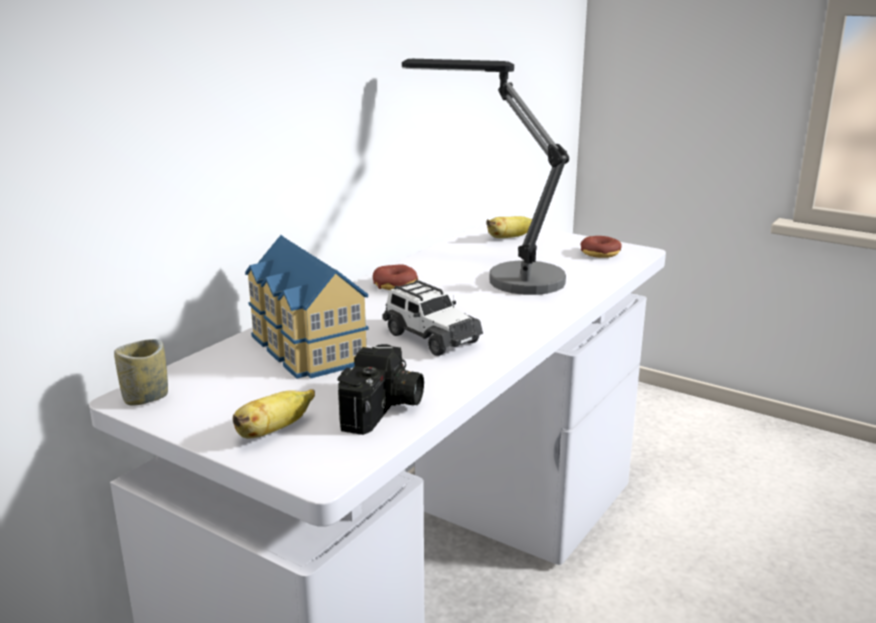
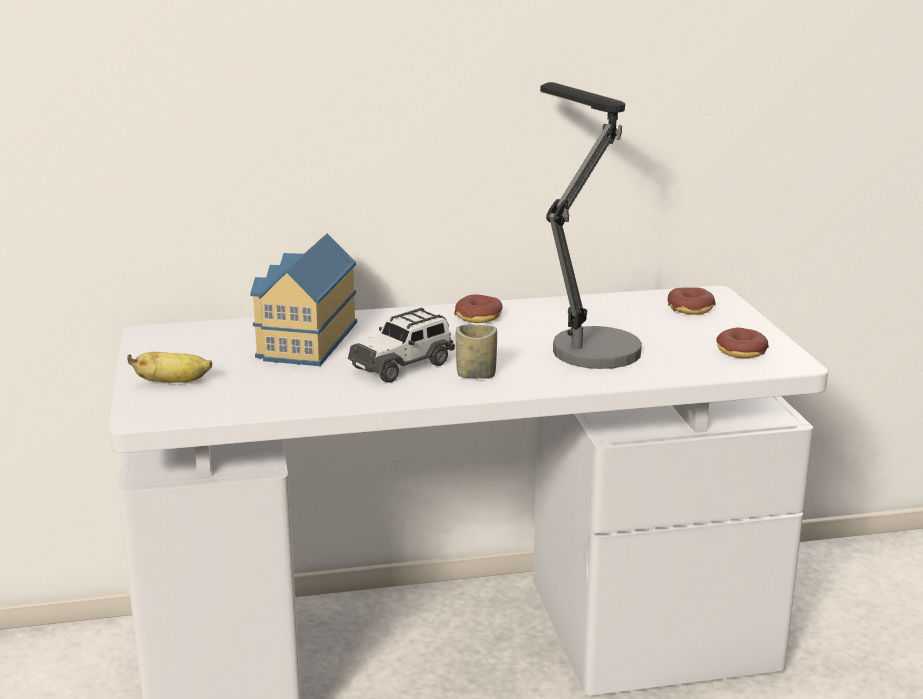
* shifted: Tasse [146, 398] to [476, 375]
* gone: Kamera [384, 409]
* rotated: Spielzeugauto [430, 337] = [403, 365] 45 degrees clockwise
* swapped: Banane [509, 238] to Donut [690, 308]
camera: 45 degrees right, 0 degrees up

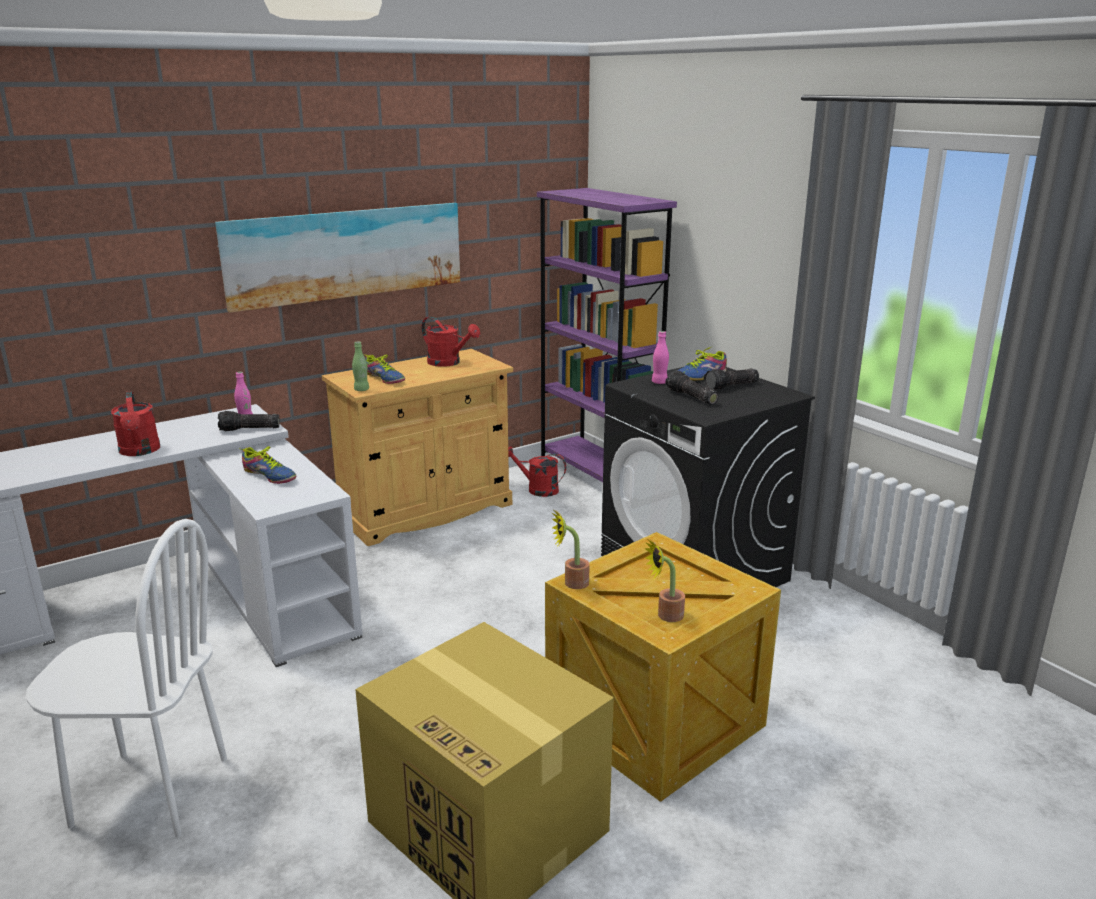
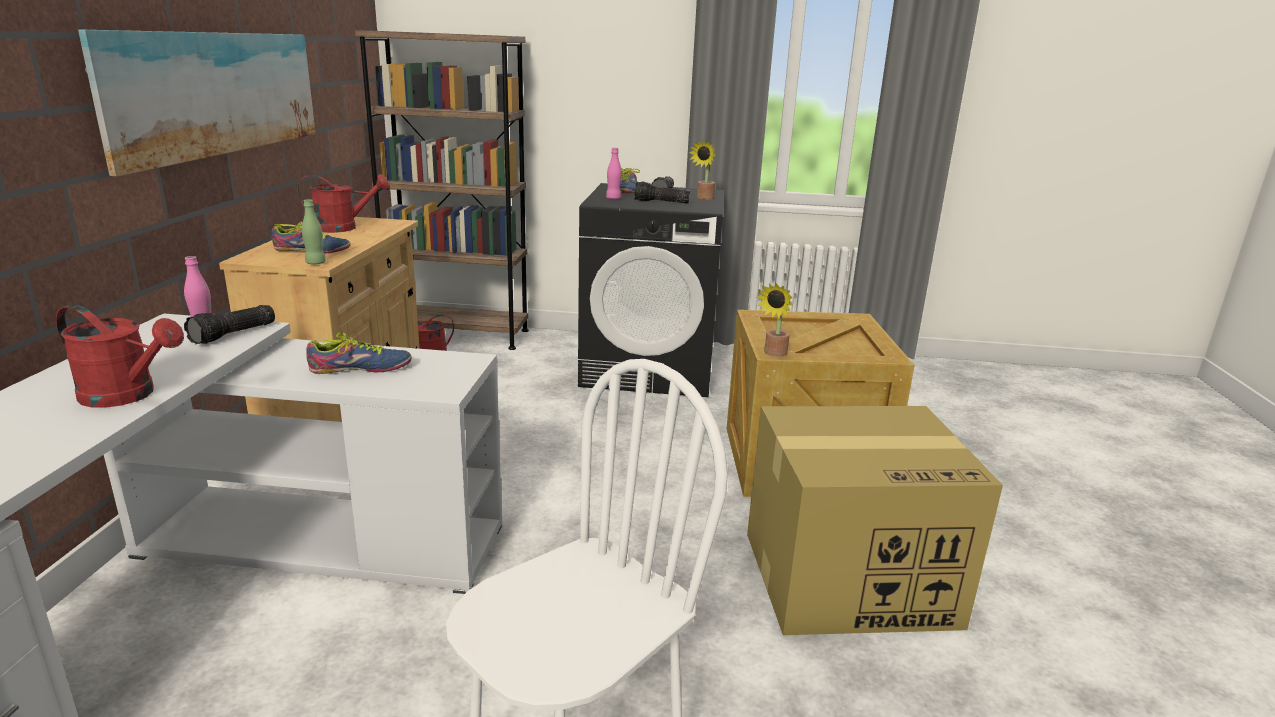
* repainted: Bücherregal (lila) [597, 477] to Bücherregal (braun) [458, 334]
* shifted: Topfpflanze [665, 616] to [703, 198]
camera: 50 degrees left, 0 degrees up

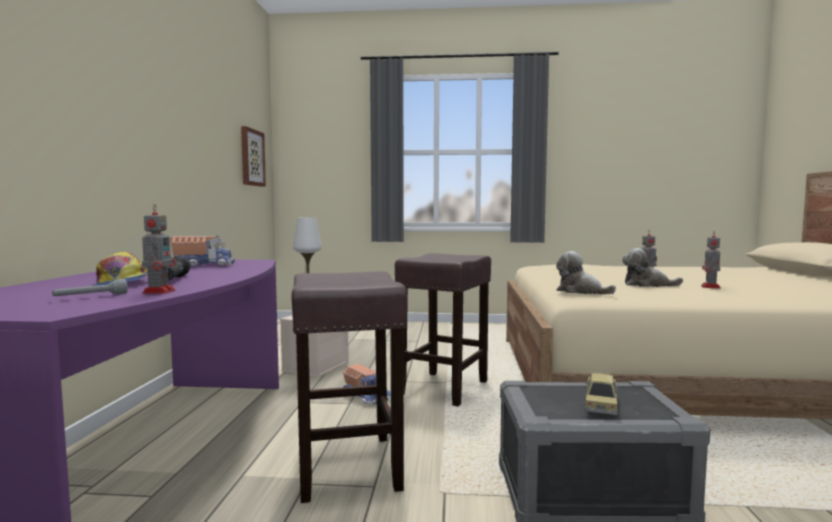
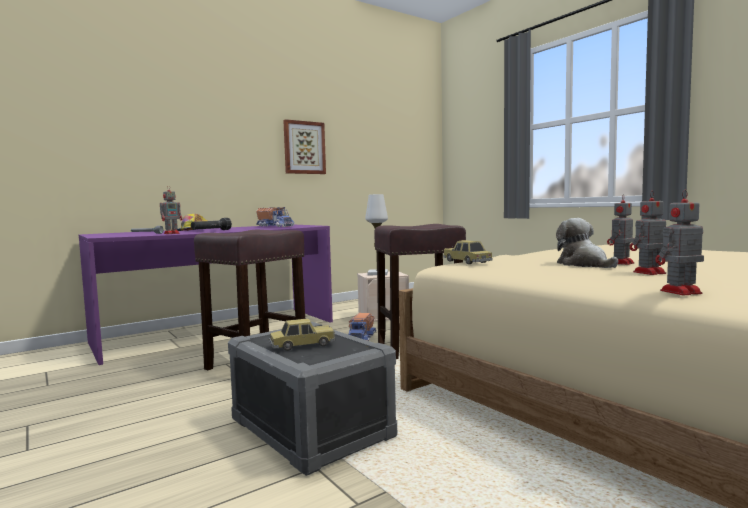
* shifted: Bild [251, 157] to [304, 147]
* swapped: Plüschtier [580, 291] to Spielzeugauto [467, 262]
* new: Spielzeugroboter [679, 292]
camera: 50 degrees right, 0 degrees up

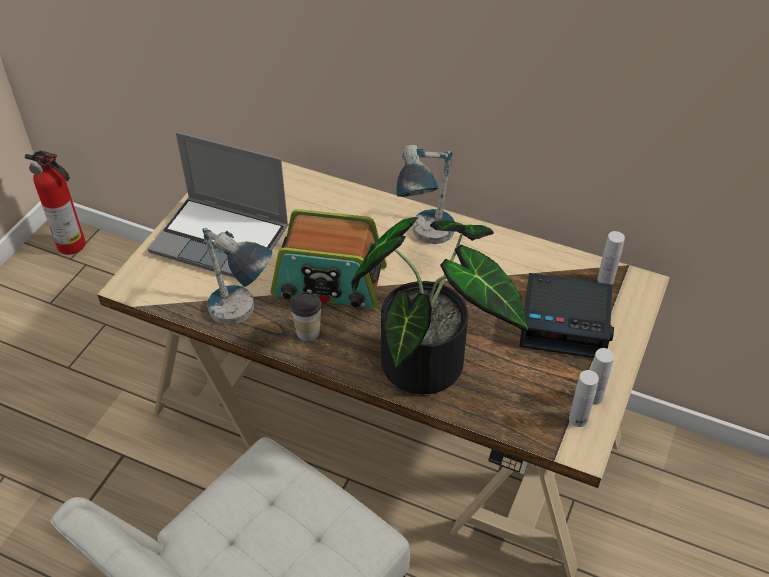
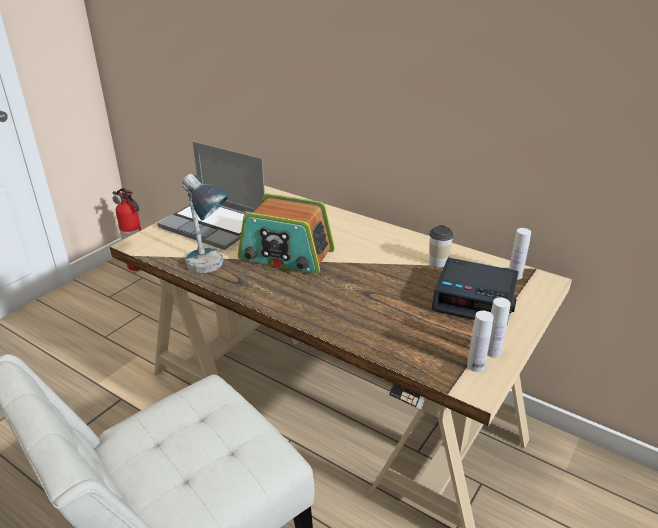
* shifted: Tasse [308, 332] to [438, 262]
* gone: Topfpflanze [431, 359]
* gone: Tischlampe [426, 241]
camera: 10 degrees right, 15 degrees down

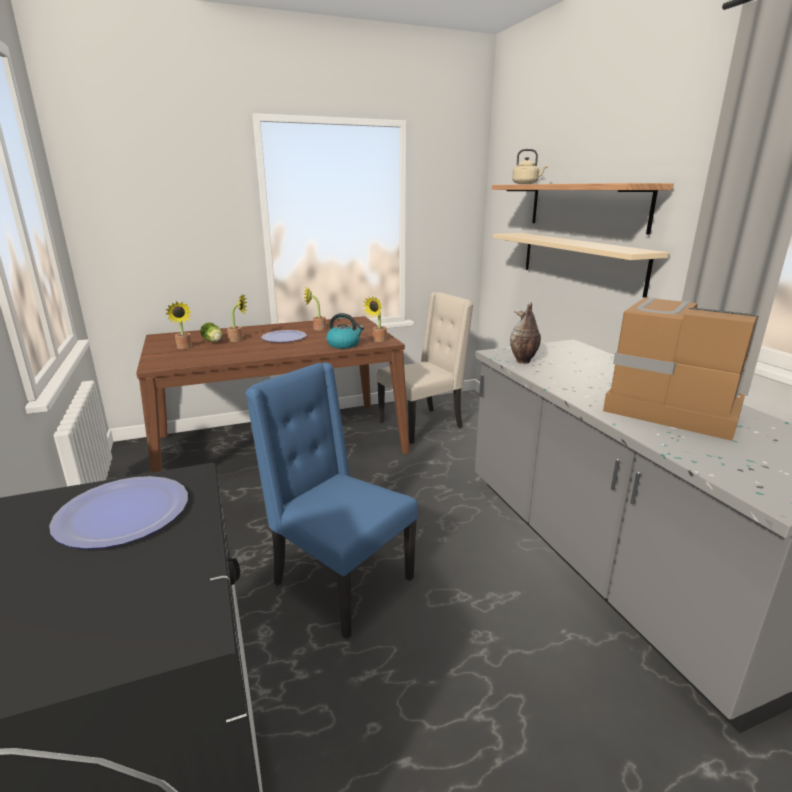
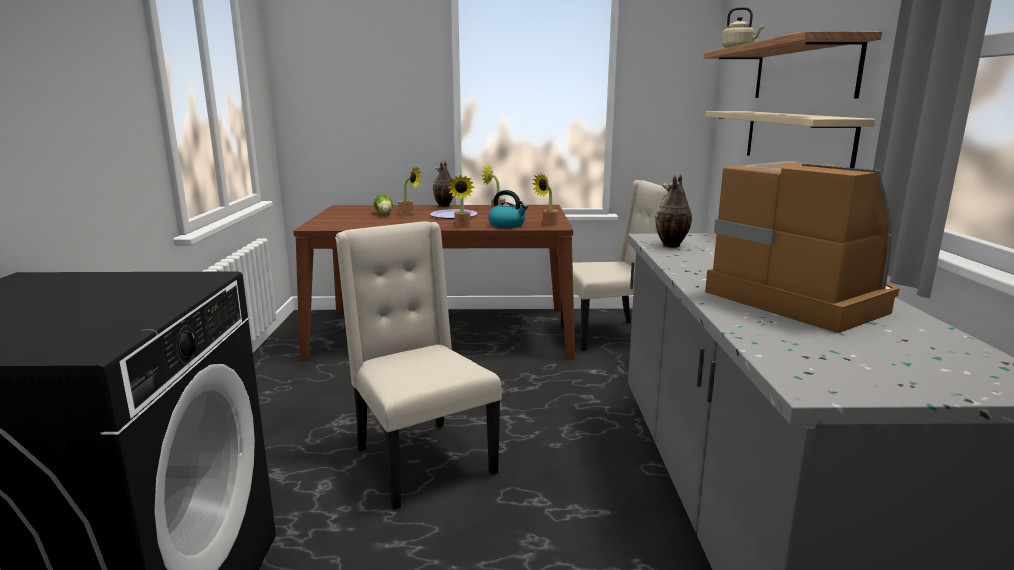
* gone: Teller [123, 513]
* shifted: Topfpflanze [184, 347] to [462, 227]
* repainted: Stuhl (blau) [339, 582] to Stuhl (beige) [421, 460]
* new: Vase [443, 206]
camera: 20 degrees right, 5 degrees down

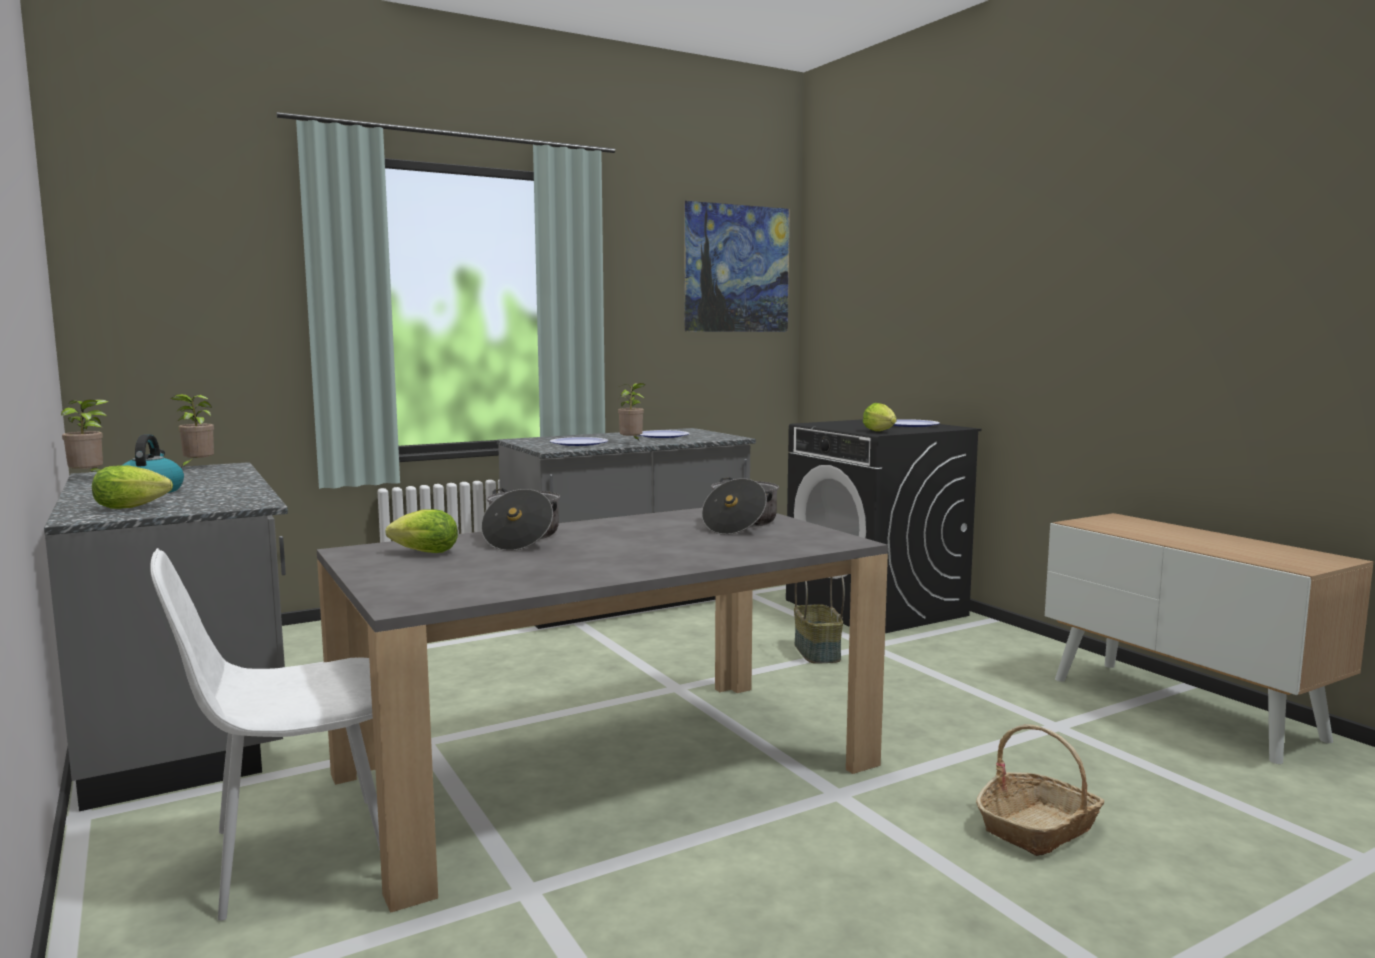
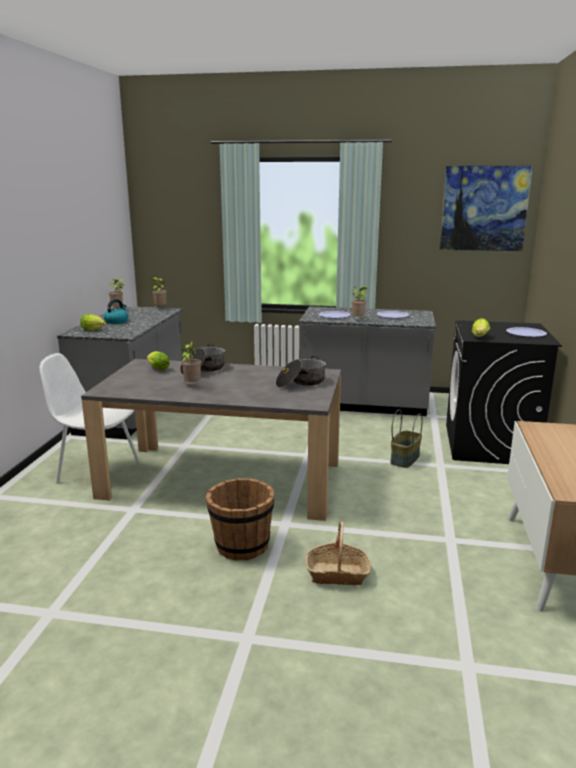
* new: Topfpflanze [192, 385]
* new: Eimer (braun) [241, 545]
camera: 40 degrees right, 10 degrees up

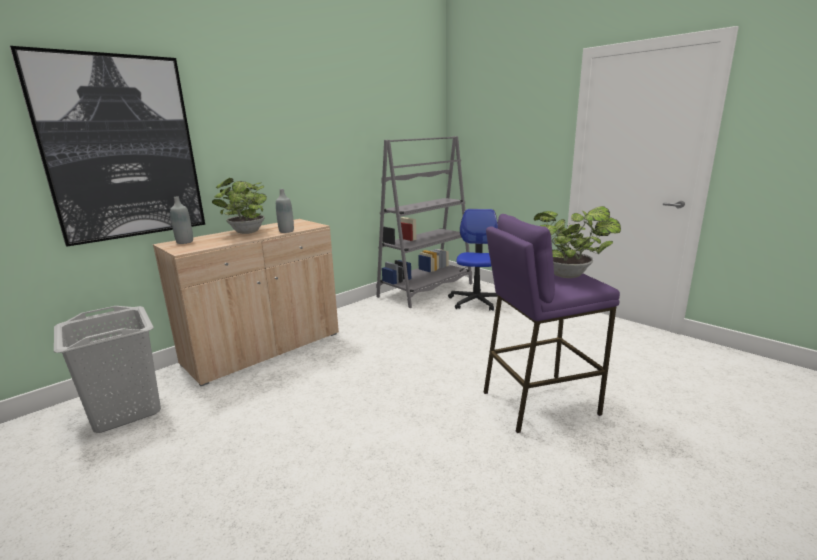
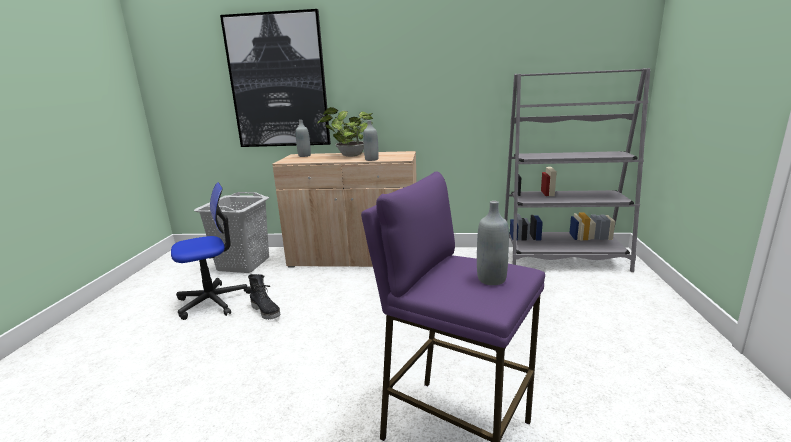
* shifted: Bürostuhl [476, 301] to [213, 301]
* swapped: Topfpflanze [570, 276] to Flasche (grau) [491, 279]
* new: Stiefel (schwarz) [266, 311]
camera: 50 degrees right, 0 degrees up

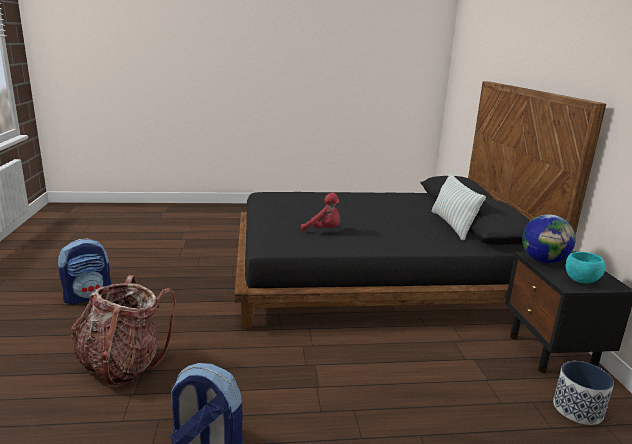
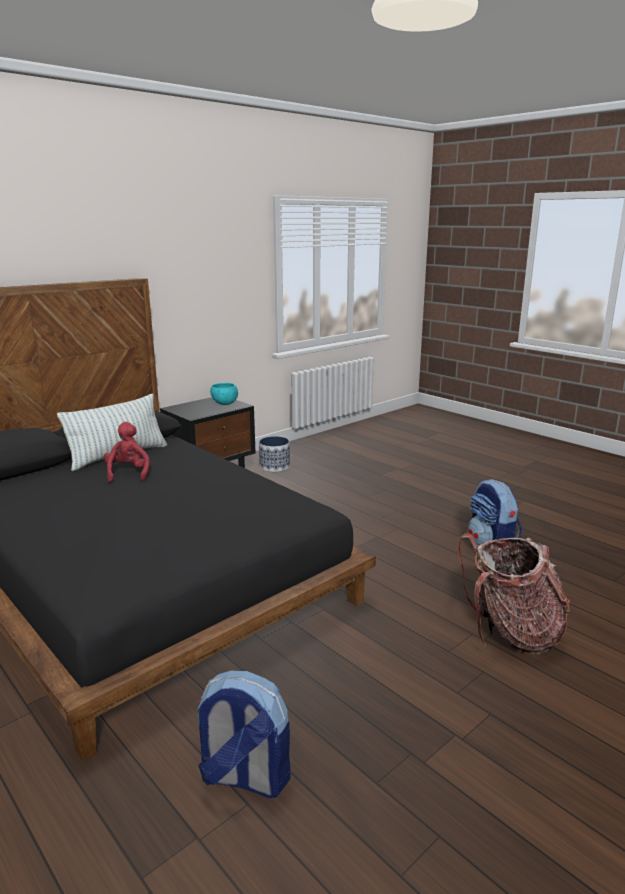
* shifted: Rucksack [88, 296] to [244, 777]
* shifted: Plüschtier (rot) [324, 231] to [128, 473]
* gone: Globus [543, 260]
camera: 125 degrees left, 0 degrees up

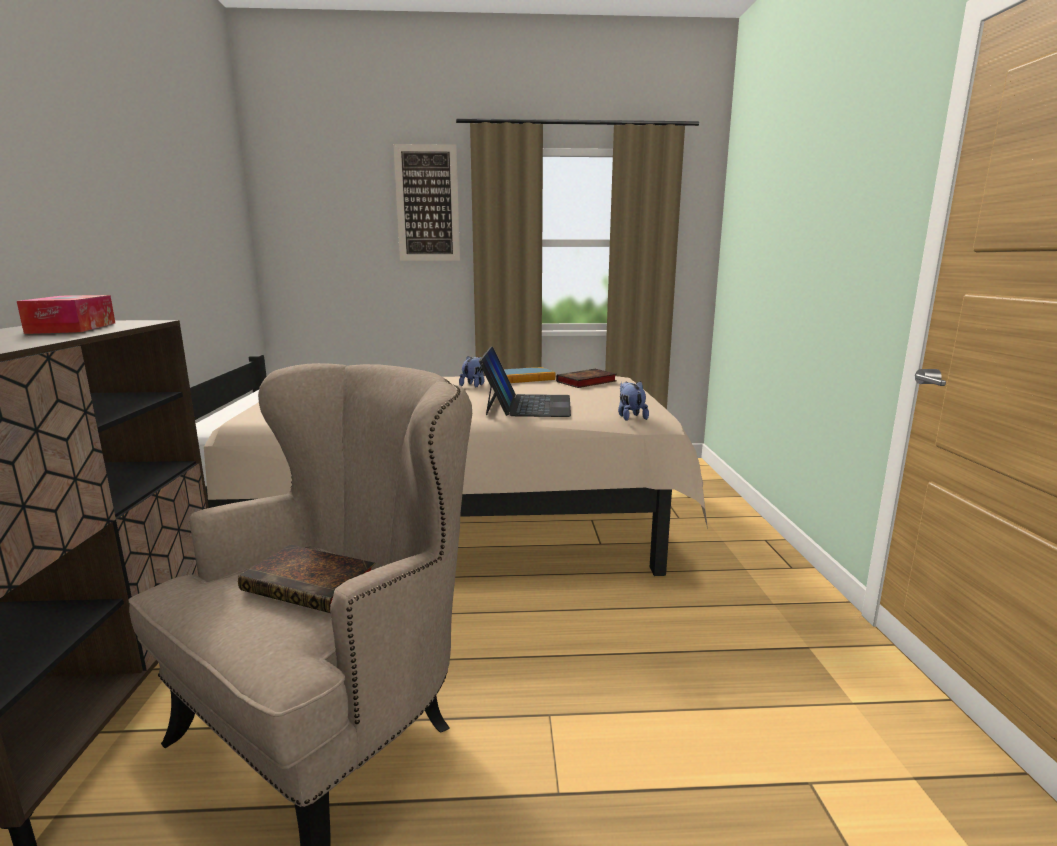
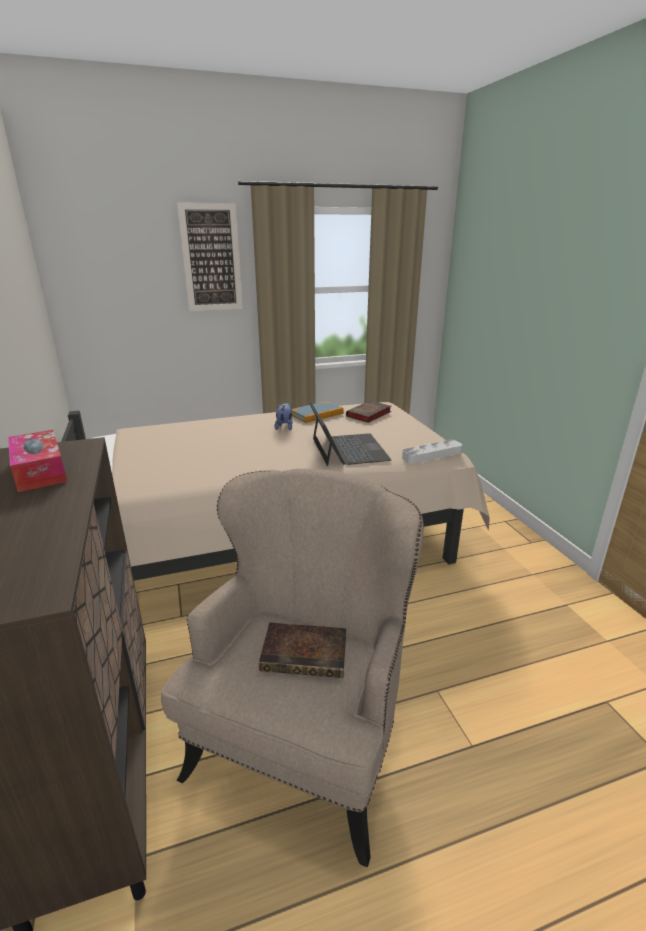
* swapped: Plüschtier [630, 417] to Tablett (grau) [432, 455]
camera: 15 degrees left, 10 degrees up

